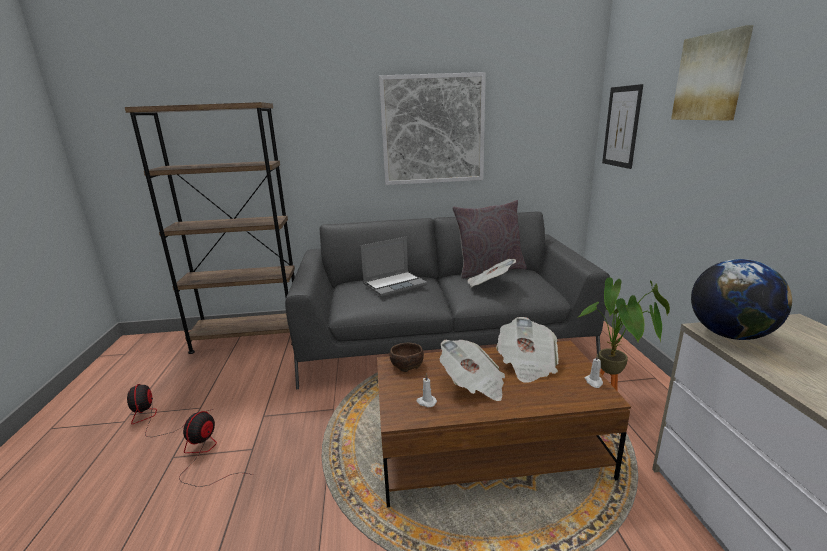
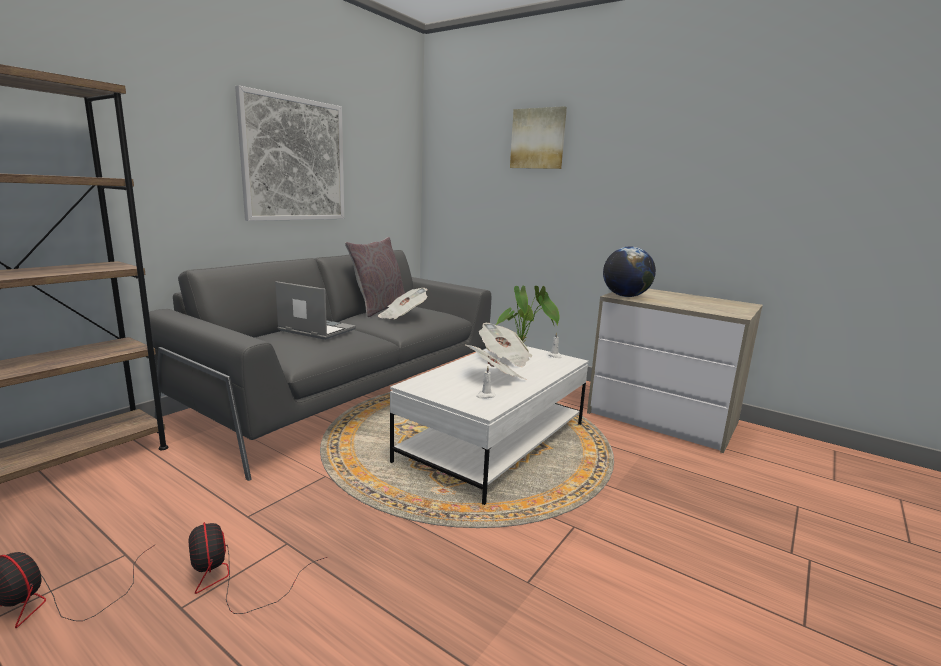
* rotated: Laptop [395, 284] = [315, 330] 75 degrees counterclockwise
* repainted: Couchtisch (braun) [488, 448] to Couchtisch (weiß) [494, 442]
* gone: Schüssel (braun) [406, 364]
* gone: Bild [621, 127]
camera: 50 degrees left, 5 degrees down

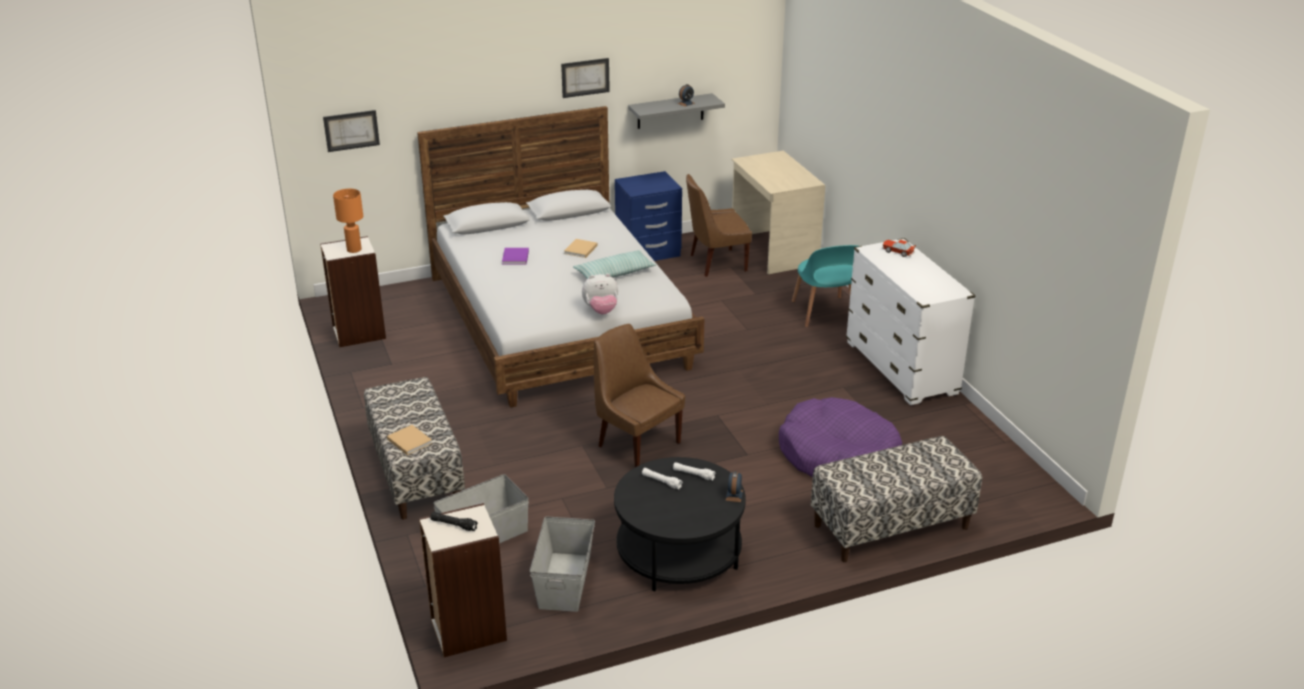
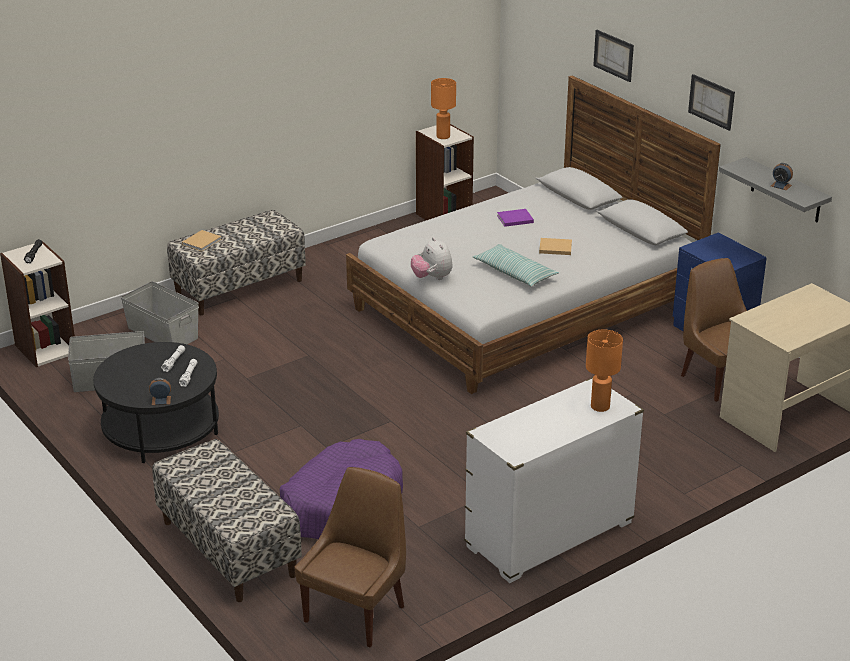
* shifted: Bild [351, 130] to [613, 55]
* shifted: Stuhl (braun) [636, 443] to [356, 612]
* gone: Stuhl (türkis) [824, 313]
* swapped: Spielzeugauto [897, 252] to Tischlampe (orange) [599, 407]
camera: 75 degrees right, 0 degrees up

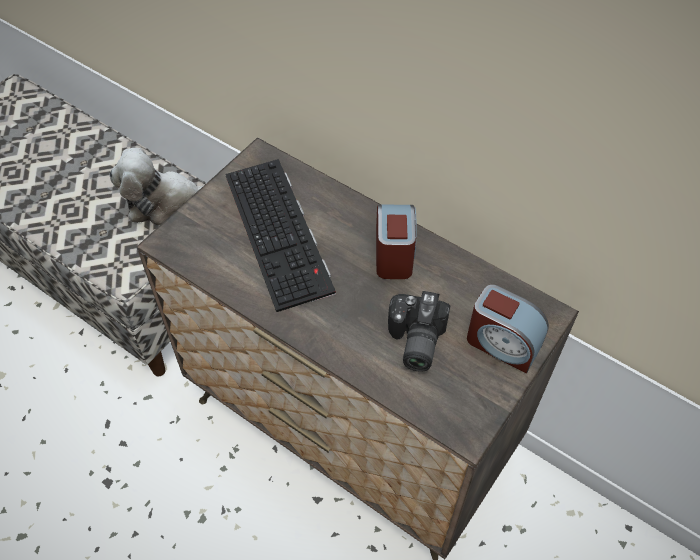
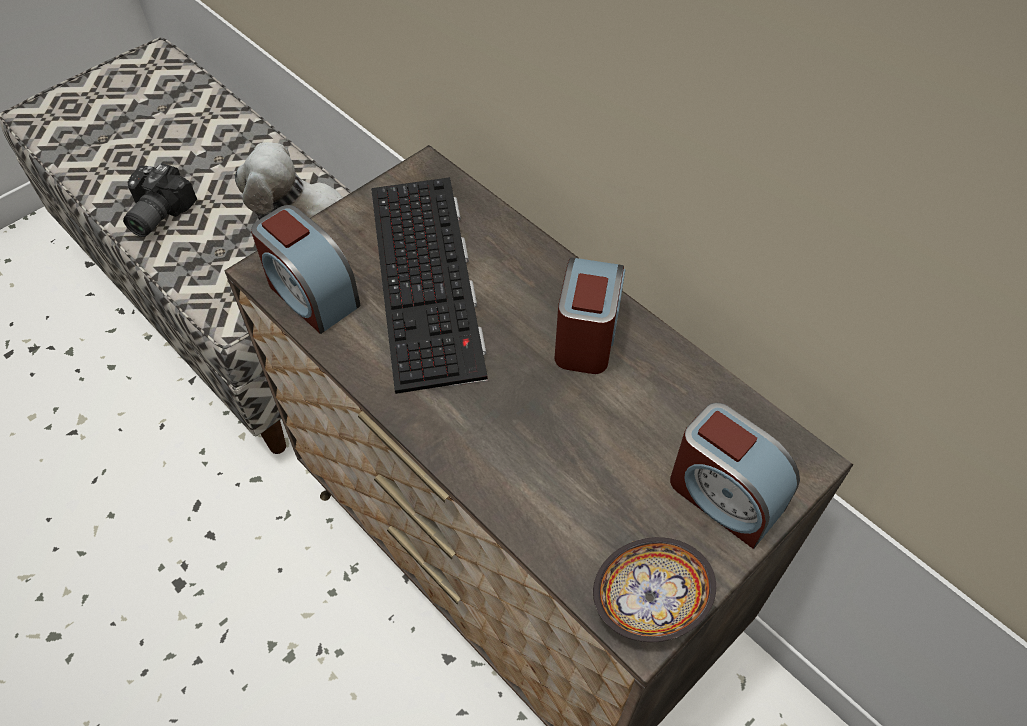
* shifted: Kamera [413, 341] to [155, 214]
* new: Wecker [311, 294]
* new: Schüssel [650, 601]
camera: 10 degrees right, 0 degrees up

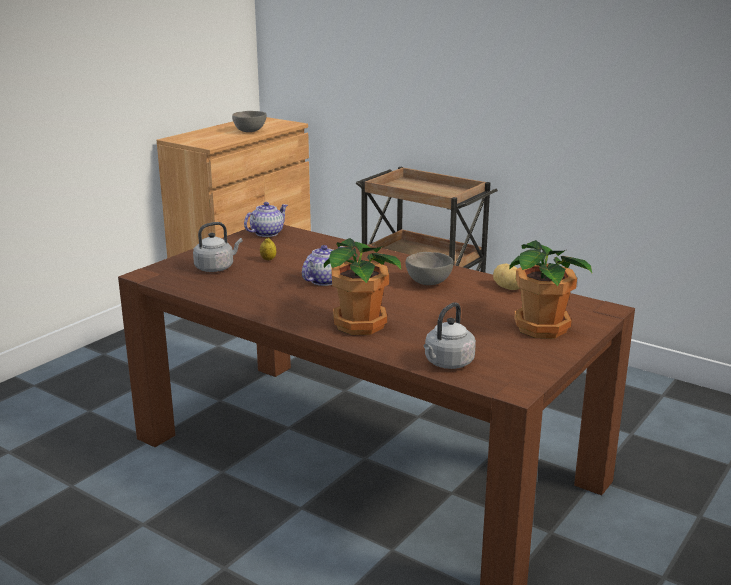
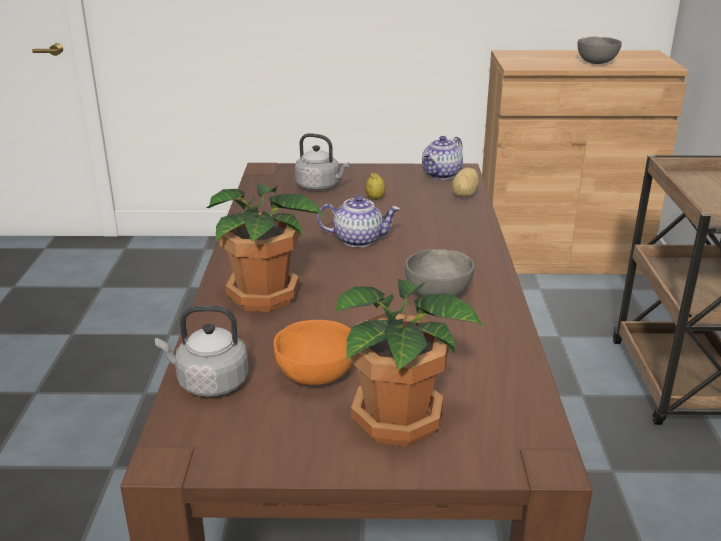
* rotated: Teekanne [267, 233] = [442, 174] 120 degrees clockwise
* shifted: Kartoffel [508, 288] to [463, 195]
* new: Schüssel (orange) [315, 376]
camera: 55 degrees right, 5 degrees up

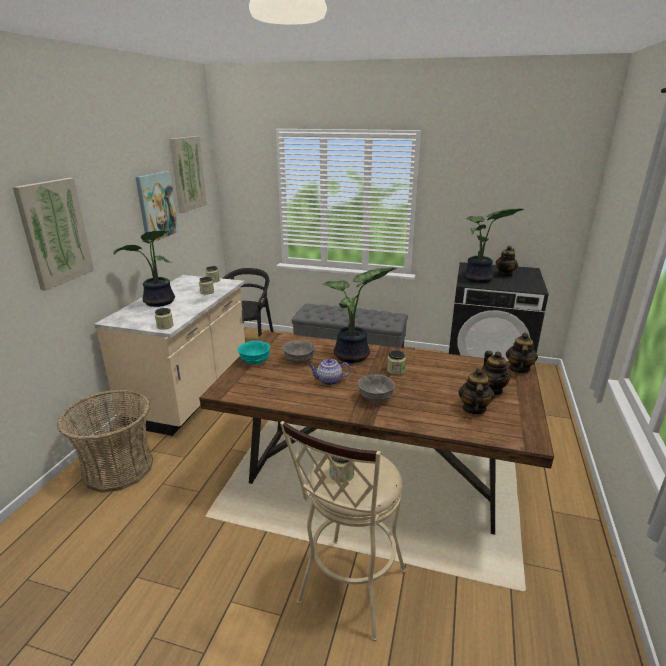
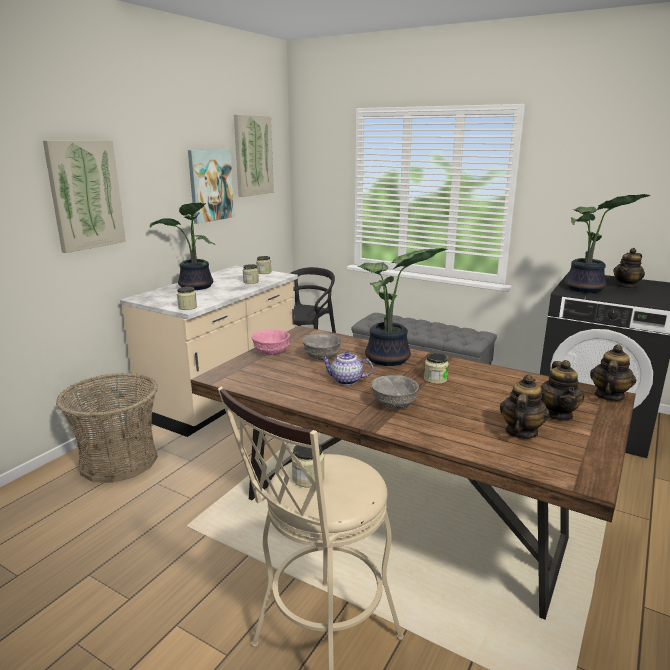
* repainted: Schüssel (türkis) [255, 361] to Schüssel (rosa) [271, 352]
camera: 15 degrees right, 5 degrees down

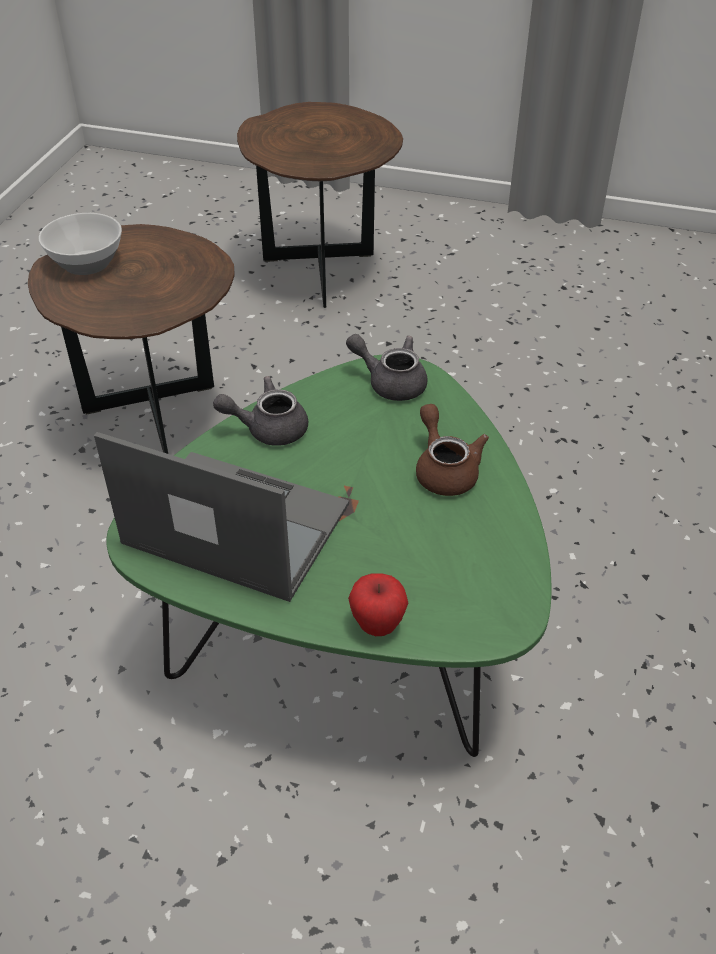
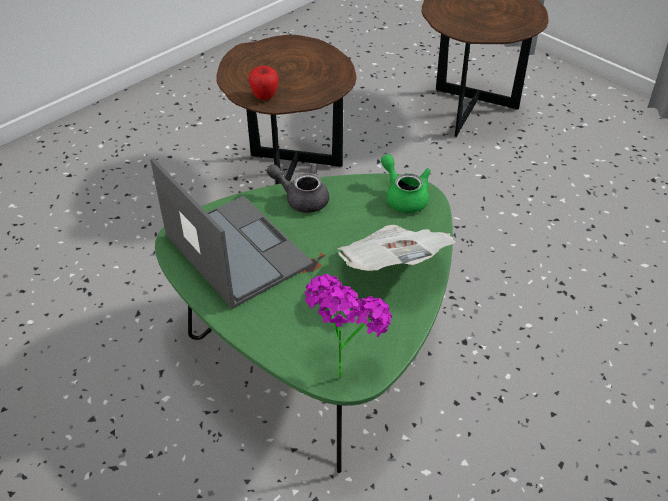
* gone: Schüssel [87, 262]
* repainted: Teekanne (grau) [390, 382] to Teekanne (grün) [404, 197]
* shifted: Apfel [377, 624] to [264, 97]
* swapped: Teekanne (braun) [444, 469] to Zeitung [392, 267]
* new: Topfpflanze [343, 365]
camera: 30 degrees right, 0 degrees up

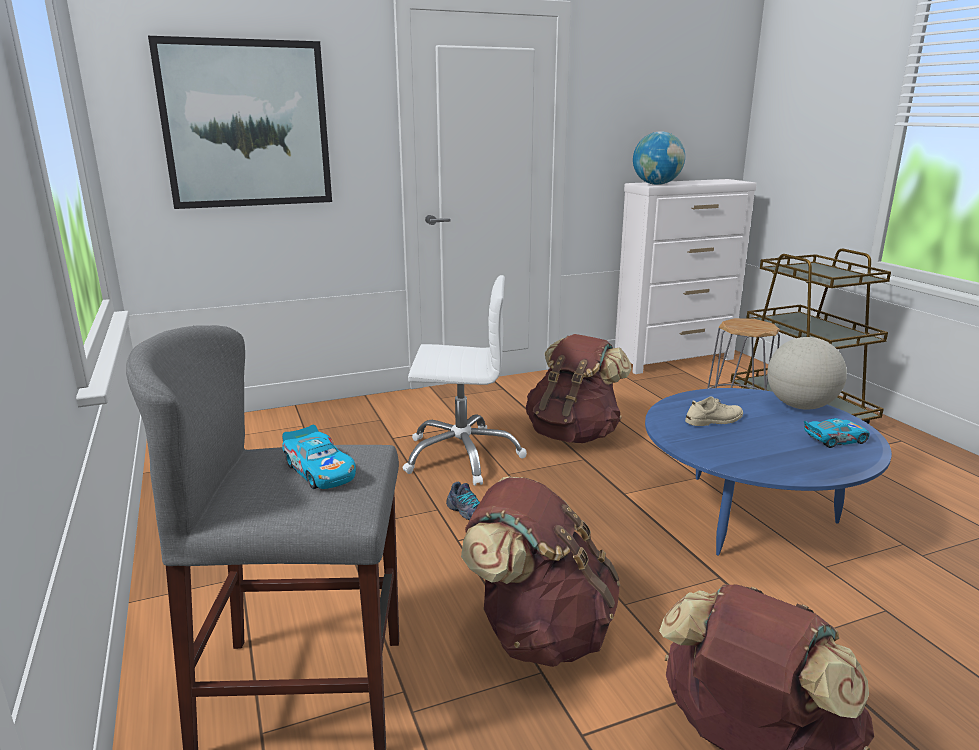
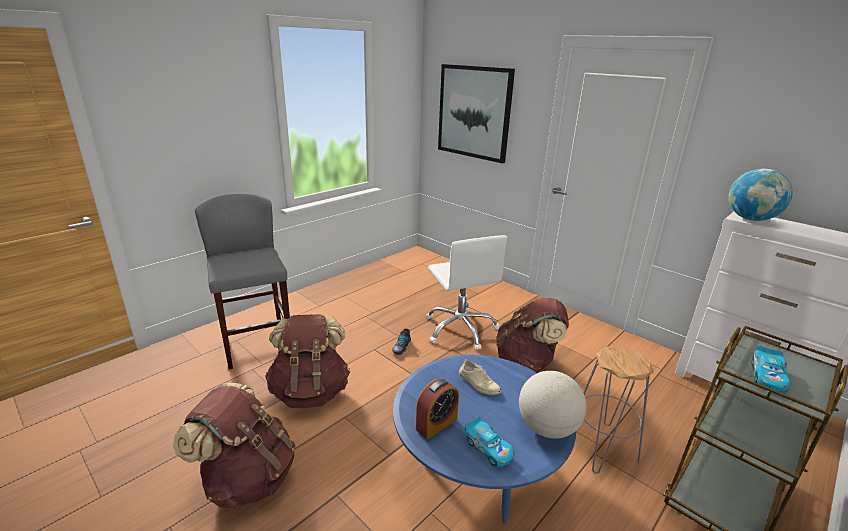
* shifted: Spielzeugauto [320, 470] to [767, 376]
* new: Wecker [436, 424]
camera: 65 degrees right, 5 degrees up

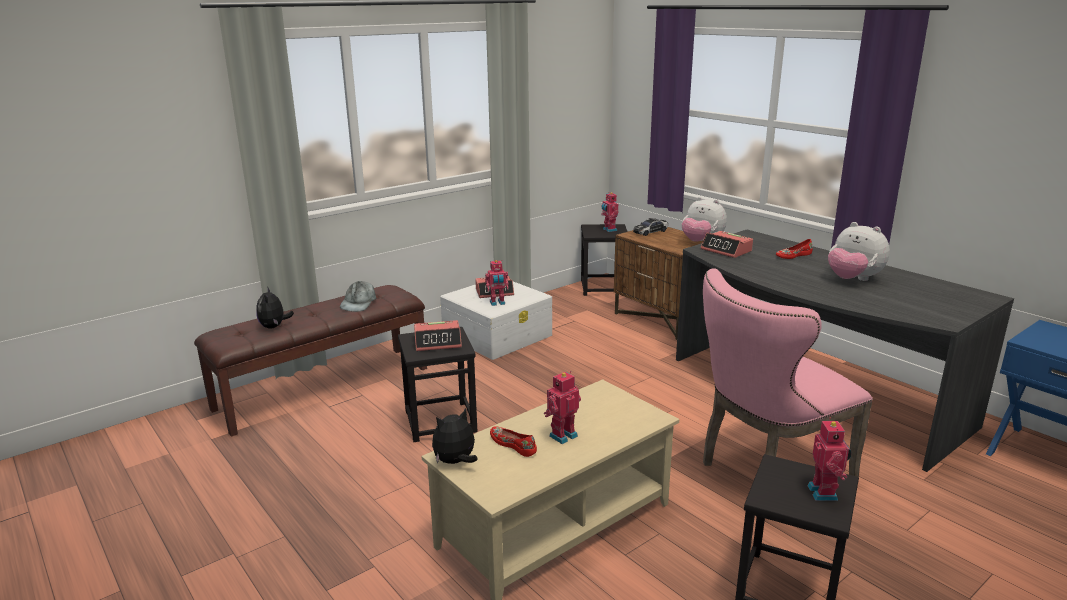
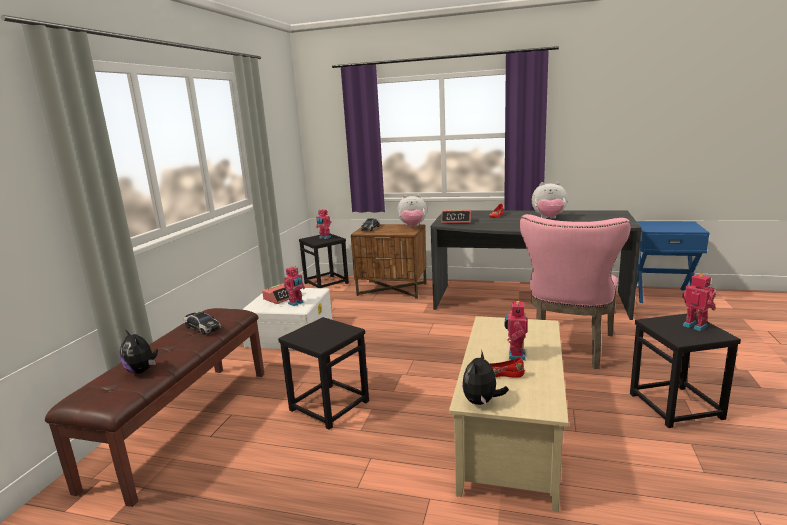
* swapped: Kappe (grau) [358, 303] to Spielzeugauto [202, 328]
* gone: Wecker [438, 342]
camera: 35 degrees left, 5 degrees down

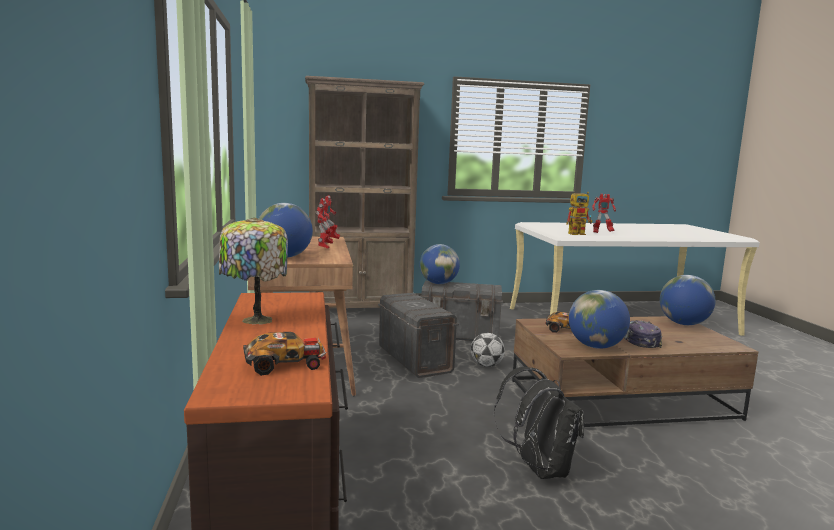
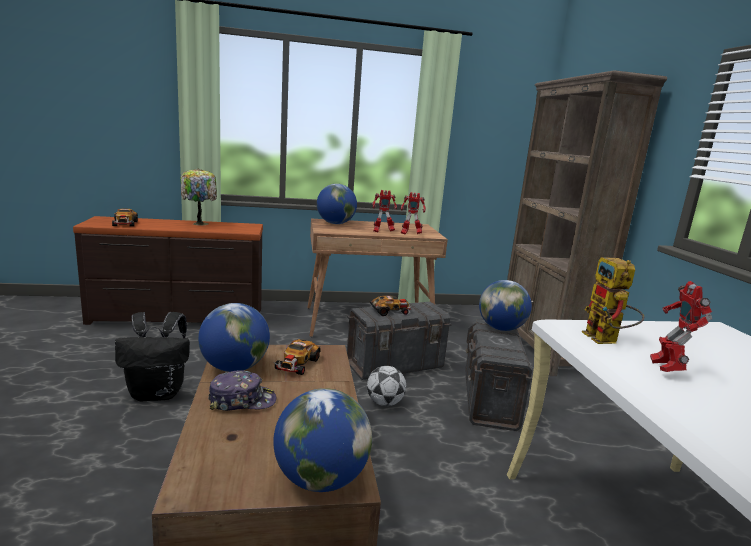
* new: Spielzeugauto [390, 311]
camera: 90 degrees right, 5 degrees up

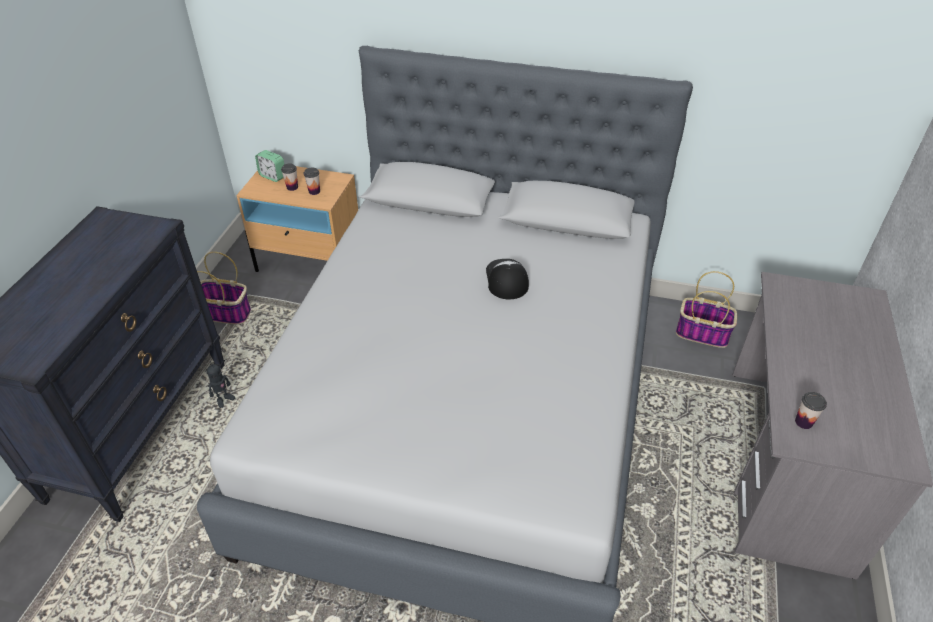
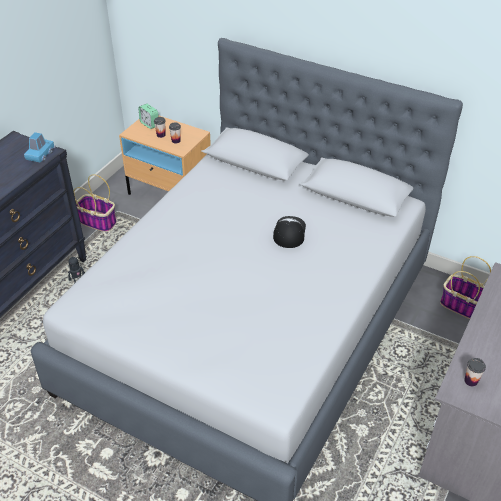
* new: Spielzeugauto (blau) [40, 154]
camera: 15 degrees right, 0 degrees up

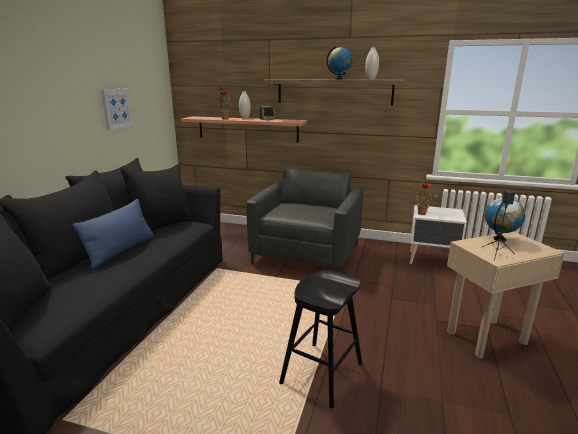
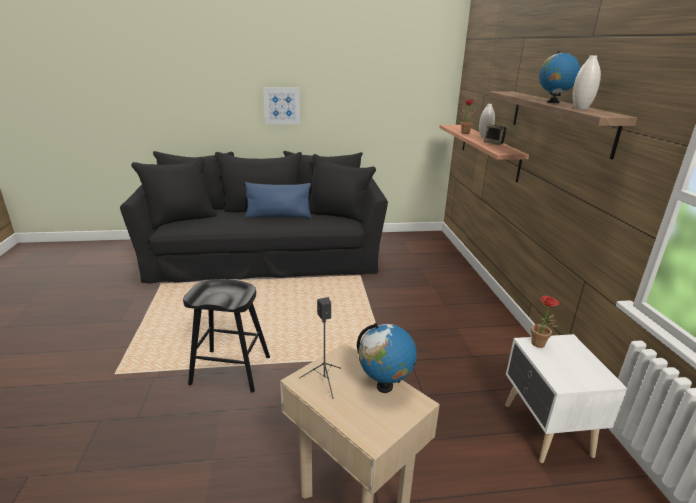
* shifted: Bild [117, 108] to [282, 105]
* gone: Sessel (grau) [307, 254]
camera: 65 degrees right, 5 degrees up

